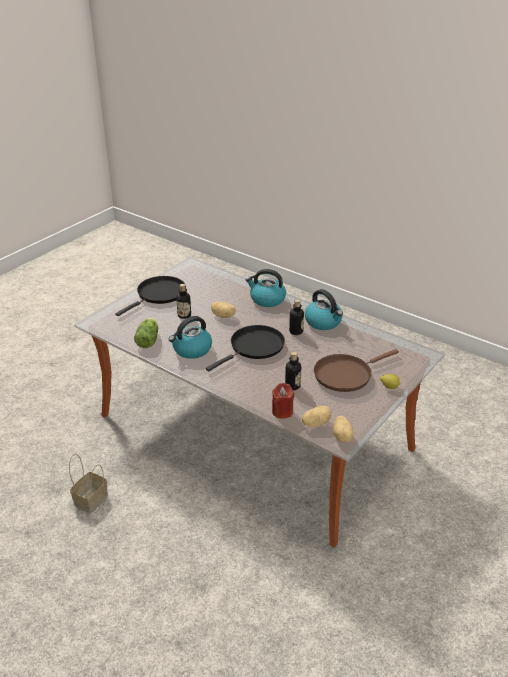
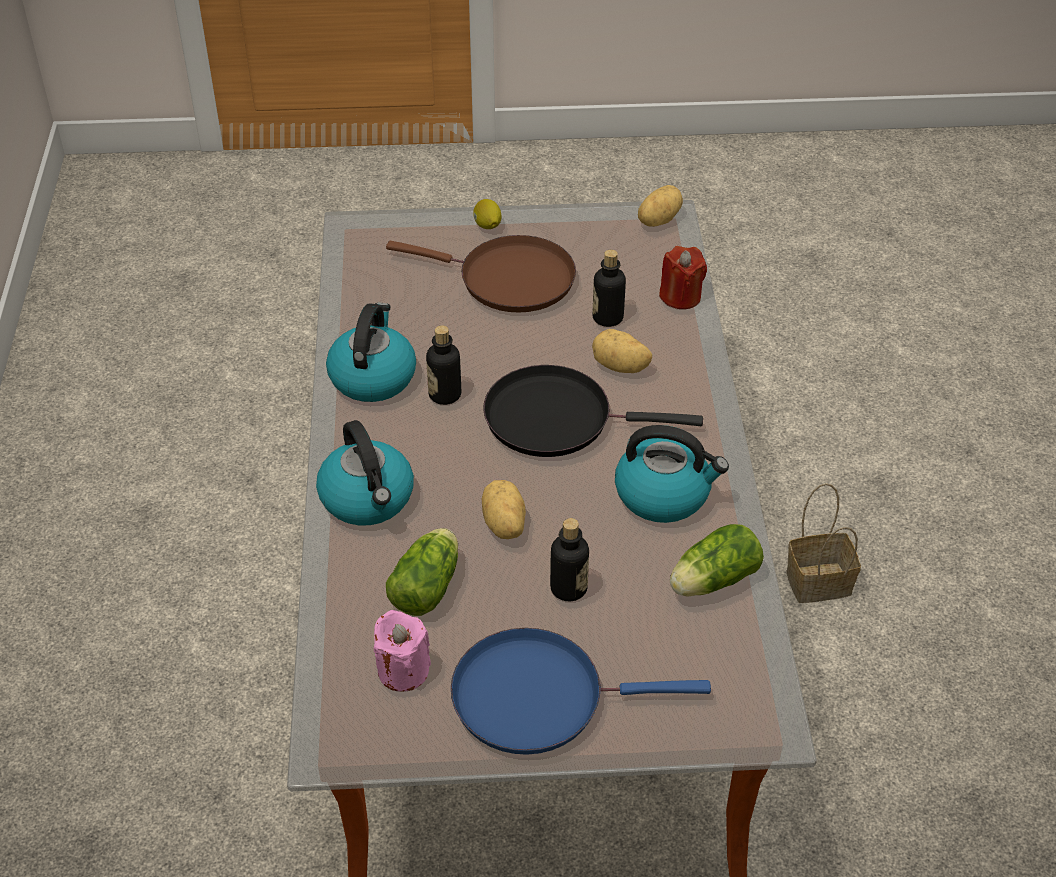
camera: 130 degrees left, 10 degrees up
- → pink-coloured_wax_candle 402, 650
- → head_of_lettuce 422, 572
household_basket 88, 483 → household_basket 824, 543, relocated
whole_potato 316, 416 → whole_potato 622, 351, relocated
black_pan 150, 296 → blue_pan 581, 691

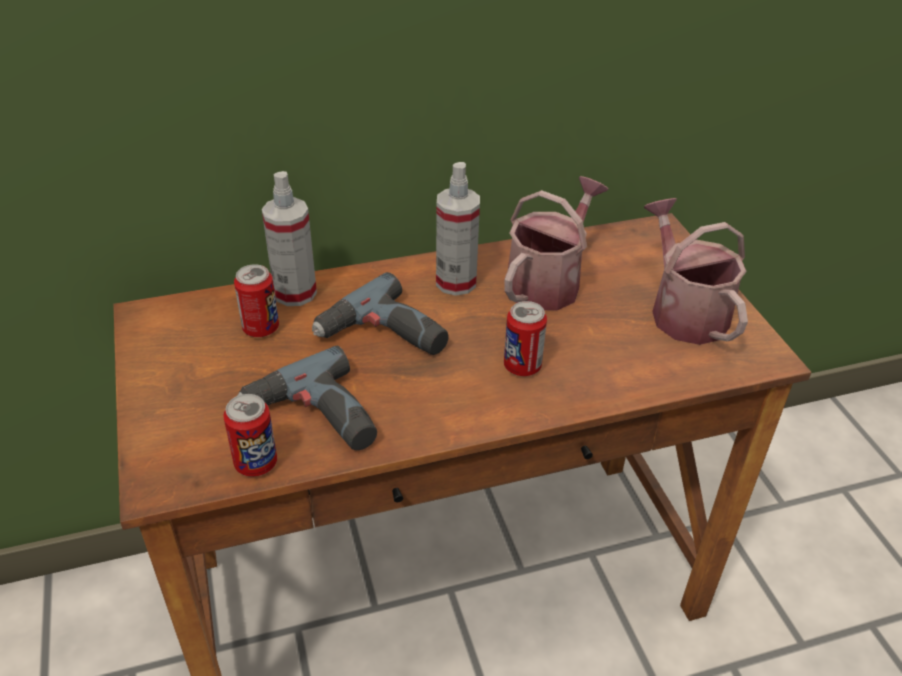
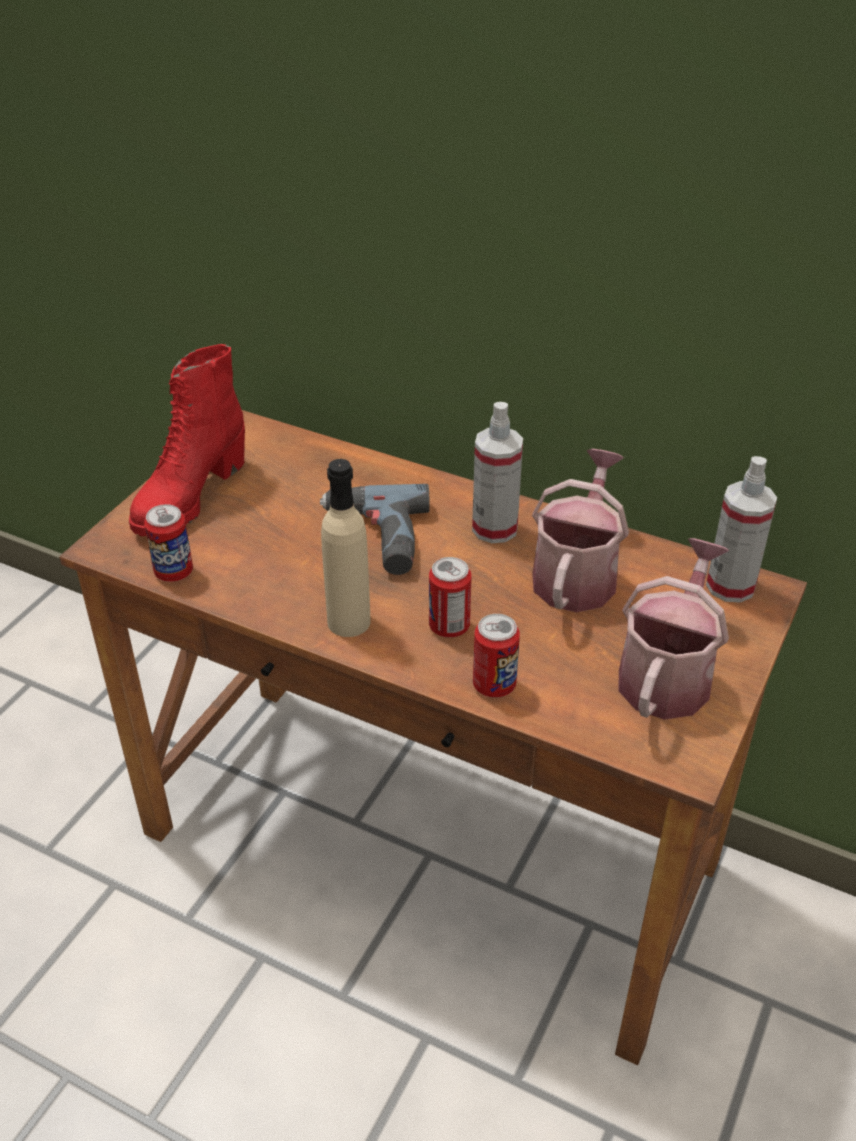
camera: 45 degrees right, 0 degrees up
power_drill 307, 398 → -
- → red_boot 187, 440
- → beige_bottle 346, 548
metal_can 256, 300 → metal_can 496, 656, relocated
hand_sprayer 289, 238 → hand_sprayer 741, 529, relocated
watering_can 556, 243 → watering_can 580, 530, 60 degrees counterclockwise

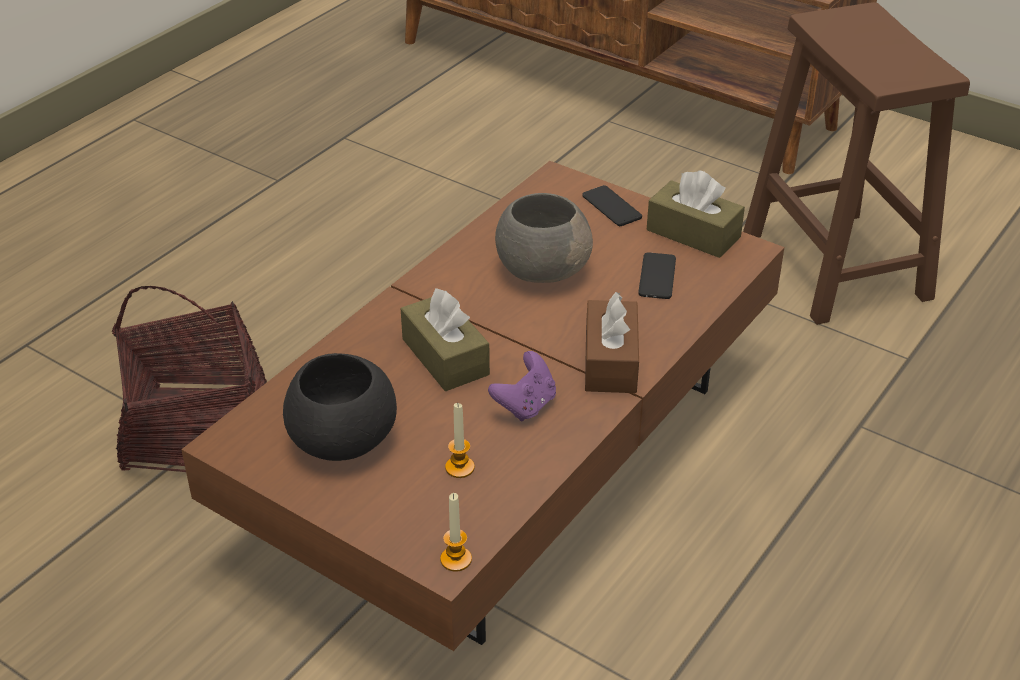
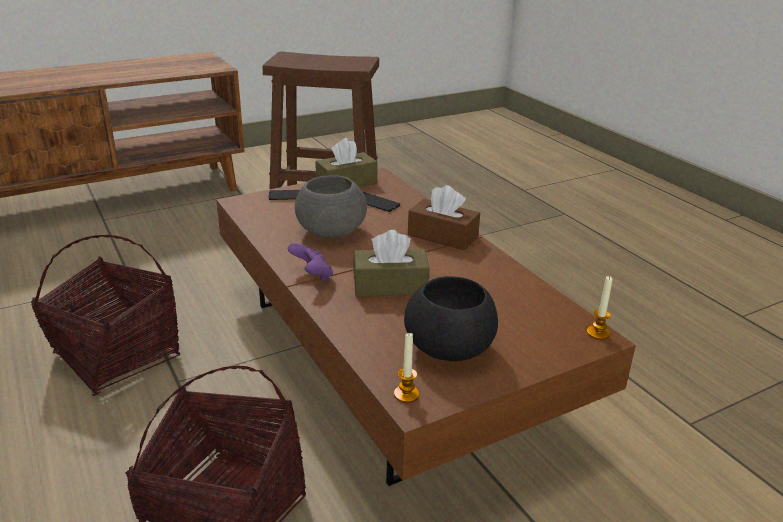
camera: 65 degrees left, 10 degrees down
- → household_basket 105, 315
wax_candle 460, 440 → wax_candle 406, 368, relocated
purplish_joypad 522, 386 → purplish_joypad 310, 262, relocated

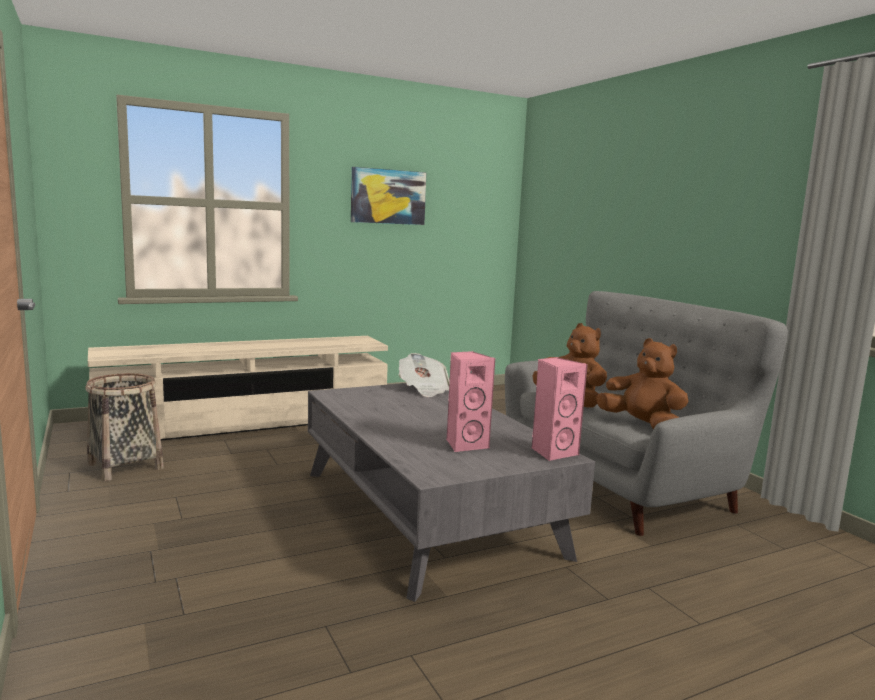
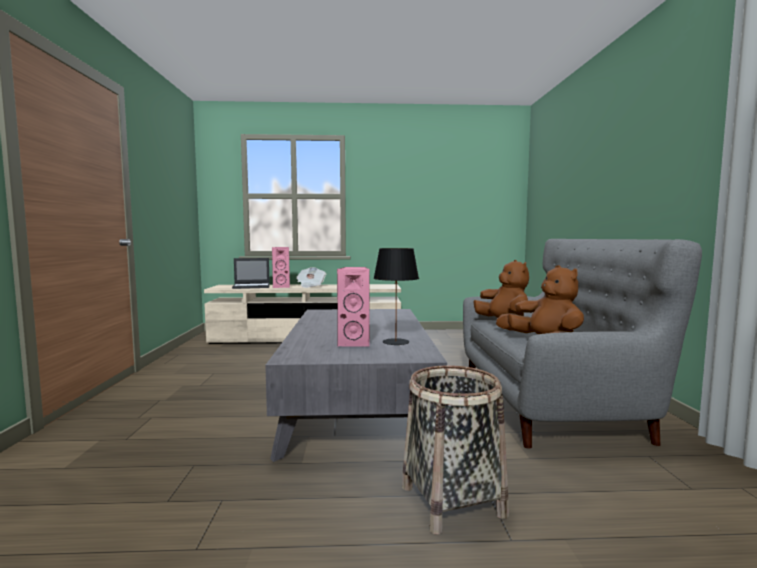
camera: 25 degrees right, 5 degrees down
wall_art 388, 196 → -
- → laptop 251, 273
- → black_lamp_for_a_table 396, 296
household_basket 124, 427 → household_basket 455, 449, relocated
printed_paper 424, 375 → printed_paper 311, 277, relocated
pink-coloured_loudspeaker 559, 409 → pink-coloured_loudspeaker 281, 267, relocated

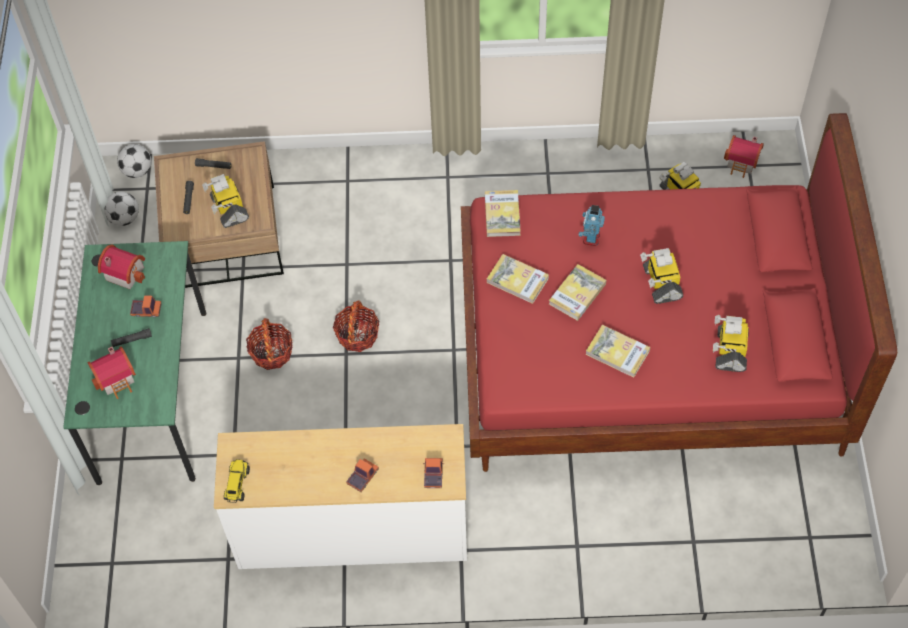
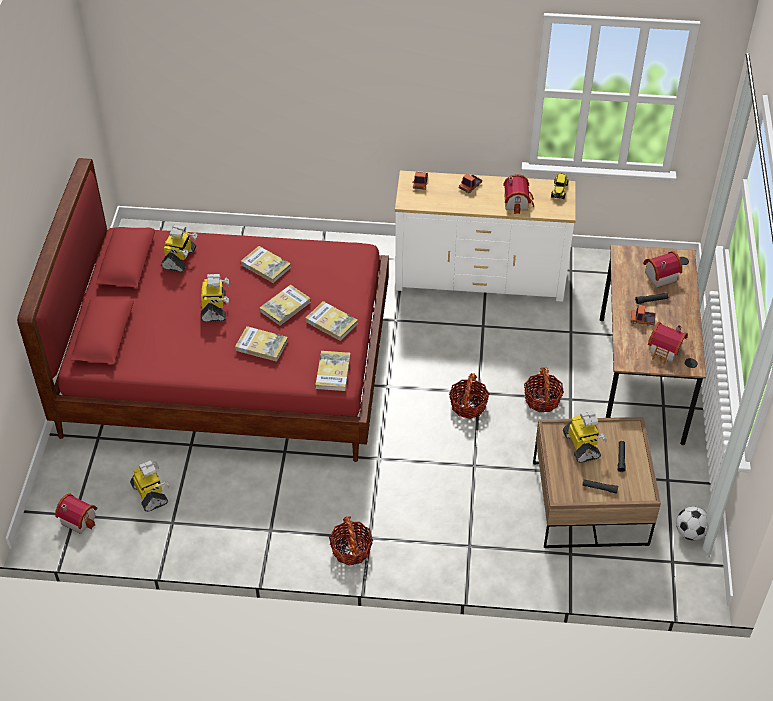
camera: 175 degrees left, 10 degrees down
football_ball 134, 161 → -
- → household_basket 351, 541
- → miniature_house 518, 194
toy_robot 591, 225 → bound_book 261, 344
greenish_desk 134, 363 → brown_desk 652, 345

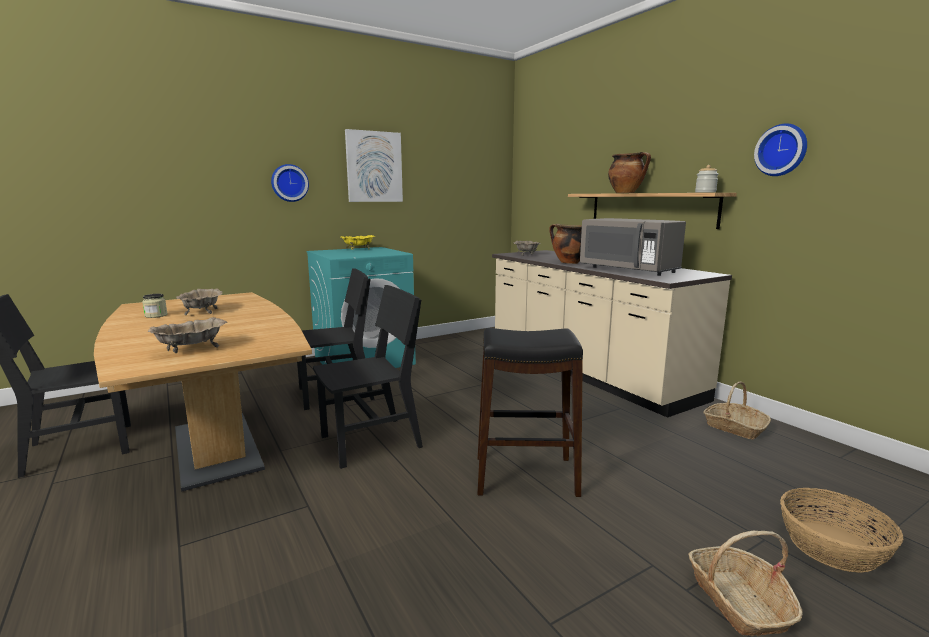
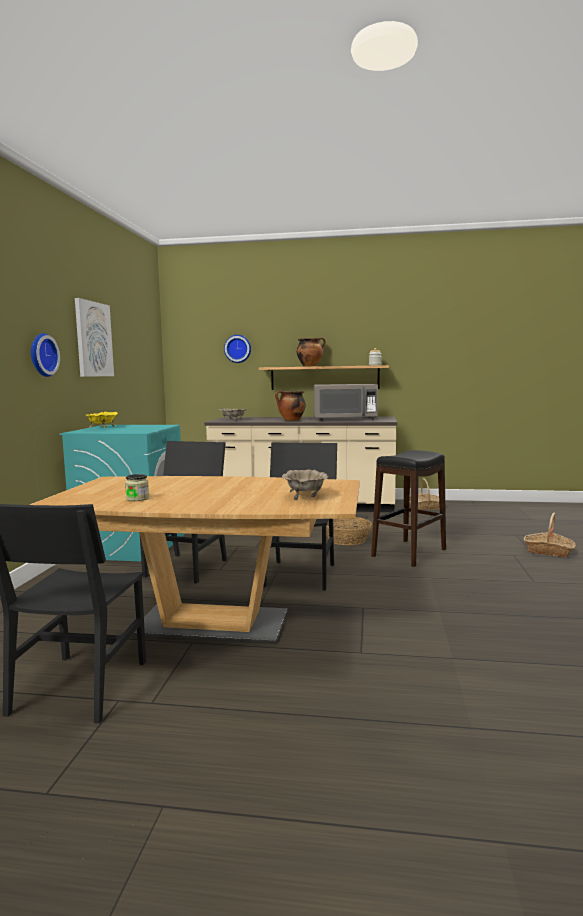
camera: 50 degrees left, 5 degrees down
beige_serving_bowl 199, 302 → -
clock_on_the_wall 780, 149 → clock_on_the_wall 237, 349, relocated
household_basket 842, 530 → household_basket 349, 531, relocated

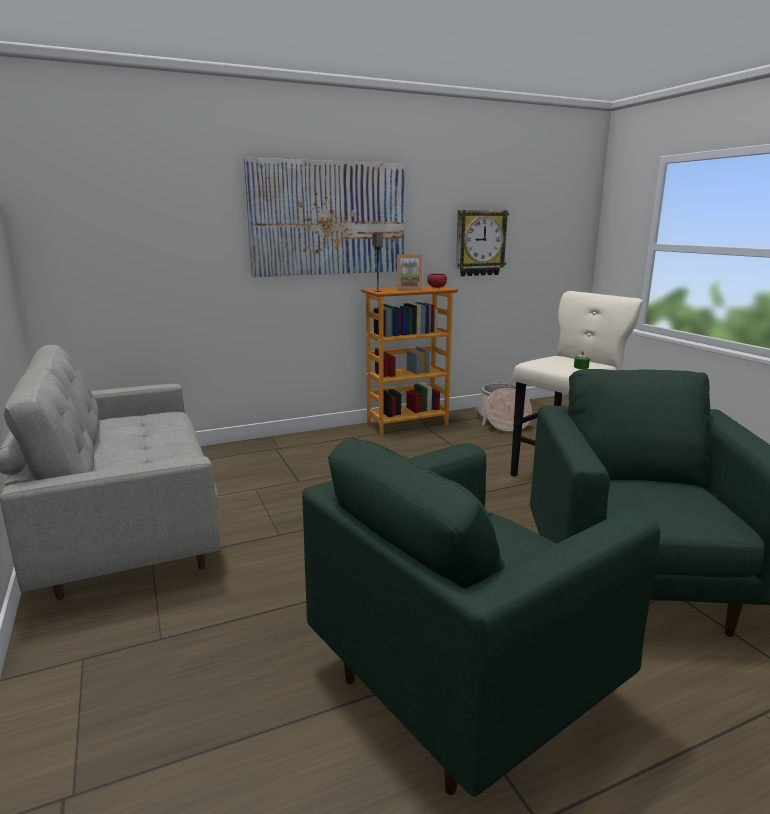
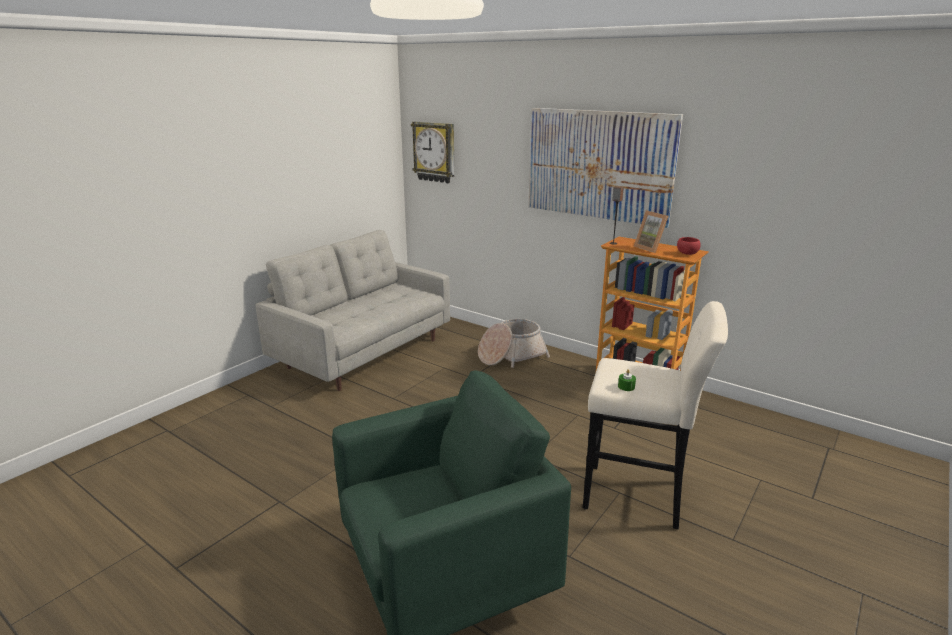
camera: 60 degrees right, 5 degrees up
greenish_lounge_chair 481, 617 → -
clock_on_the_wall 482, 243 → clock_on_the_wall 432, 152, relocated
household_basket 503, 407 → household_basket 514, 343, relocated

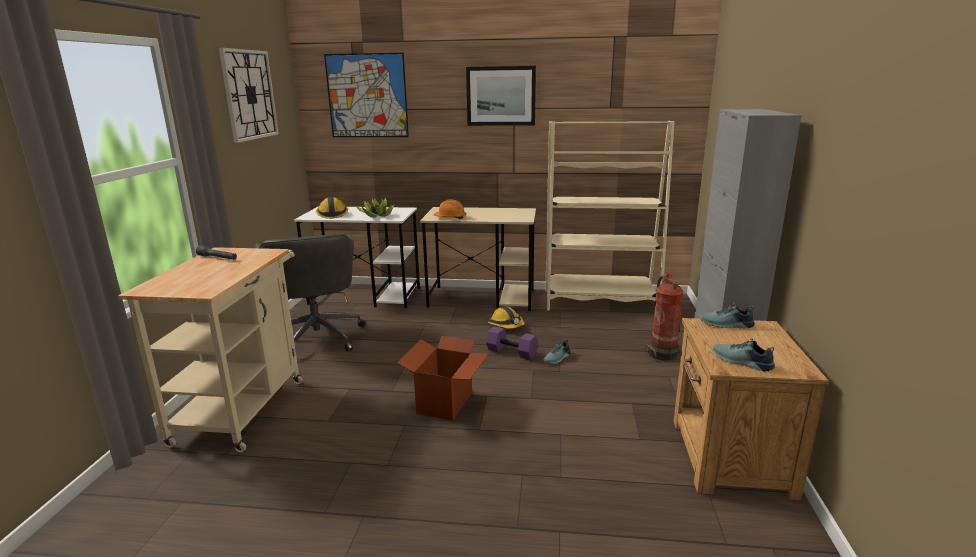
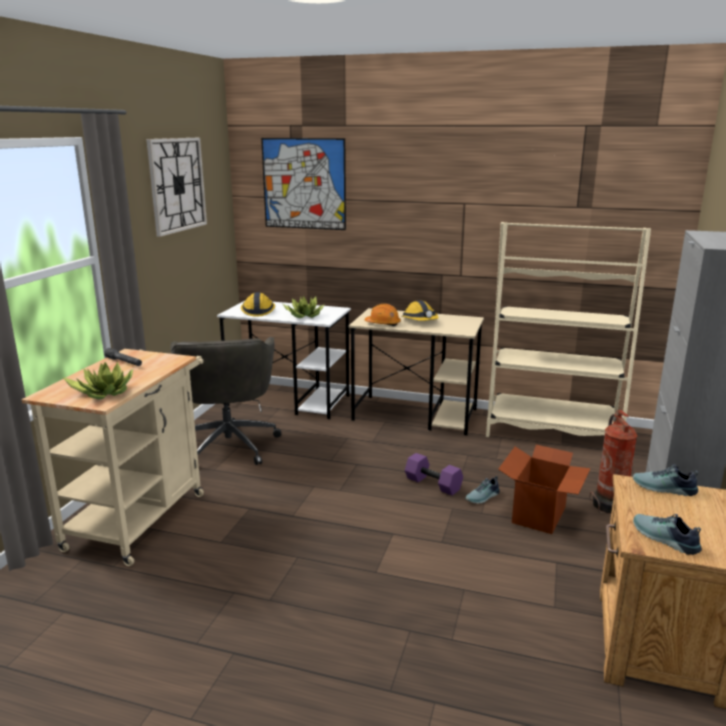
camera: 10 degrees right, 0 degrees up
wall_art 501, 96 → -
- → potted_plant 98, 380
cardboard_box 442, 378 → cardboard_box 544, 489, relocated
hard_hat 506, 317 → hard_hat 420, 310, relocated

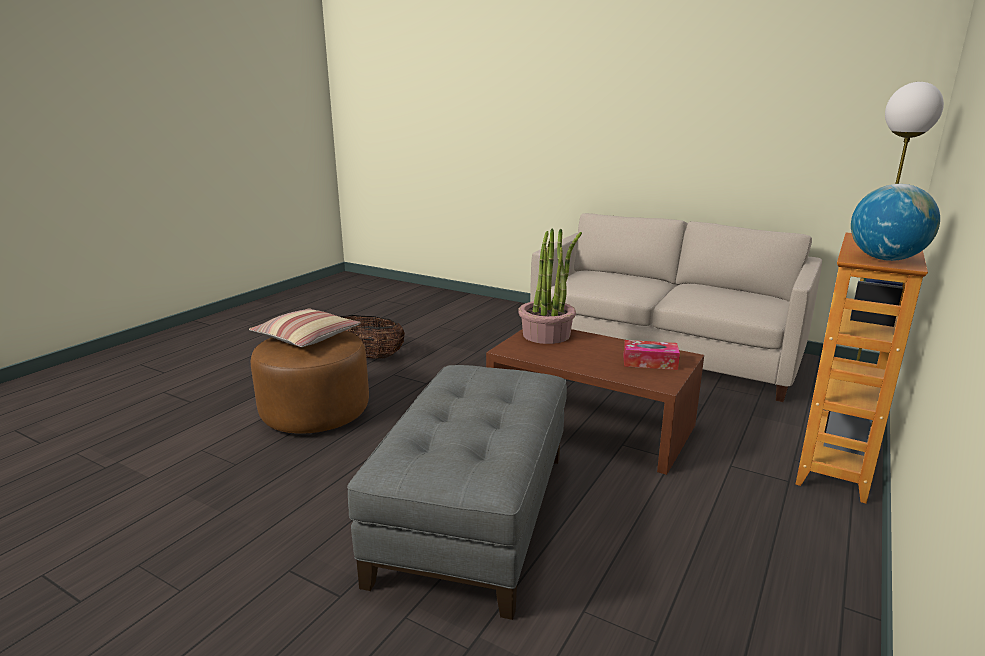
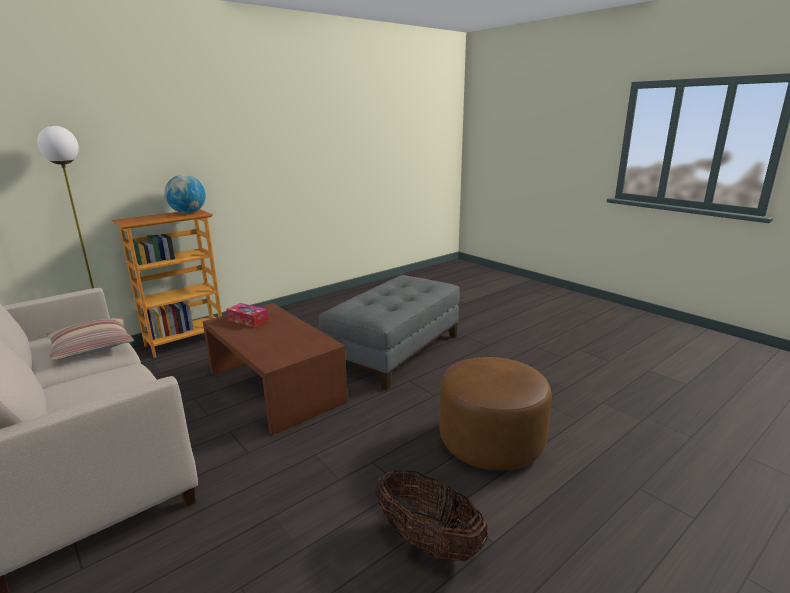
camera: 160 degrees left, 0 degrees up
potted_plant 550, 286 → -
pillow 305, 327 → pillow 90, 338, relocated

